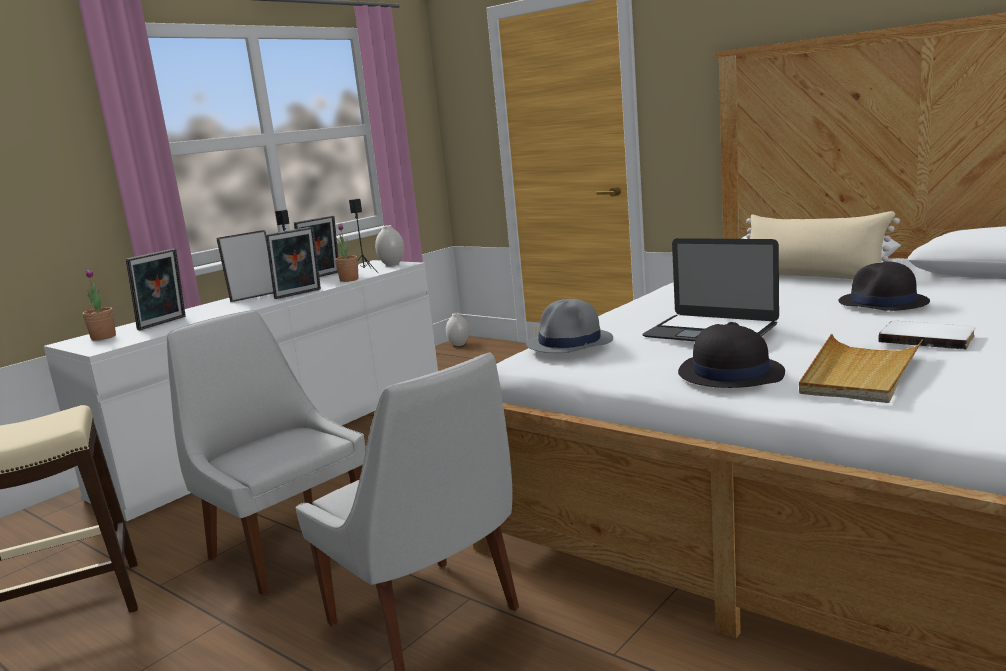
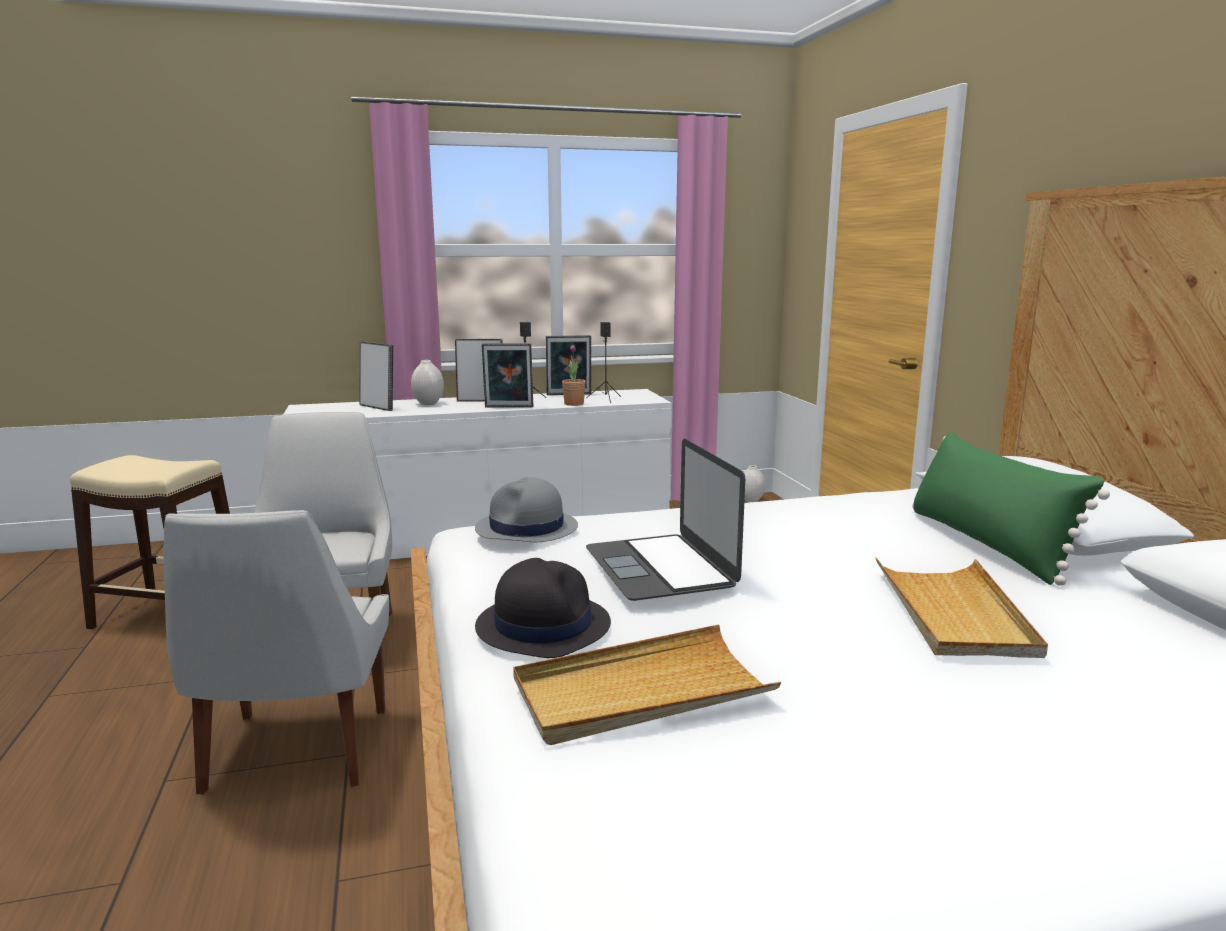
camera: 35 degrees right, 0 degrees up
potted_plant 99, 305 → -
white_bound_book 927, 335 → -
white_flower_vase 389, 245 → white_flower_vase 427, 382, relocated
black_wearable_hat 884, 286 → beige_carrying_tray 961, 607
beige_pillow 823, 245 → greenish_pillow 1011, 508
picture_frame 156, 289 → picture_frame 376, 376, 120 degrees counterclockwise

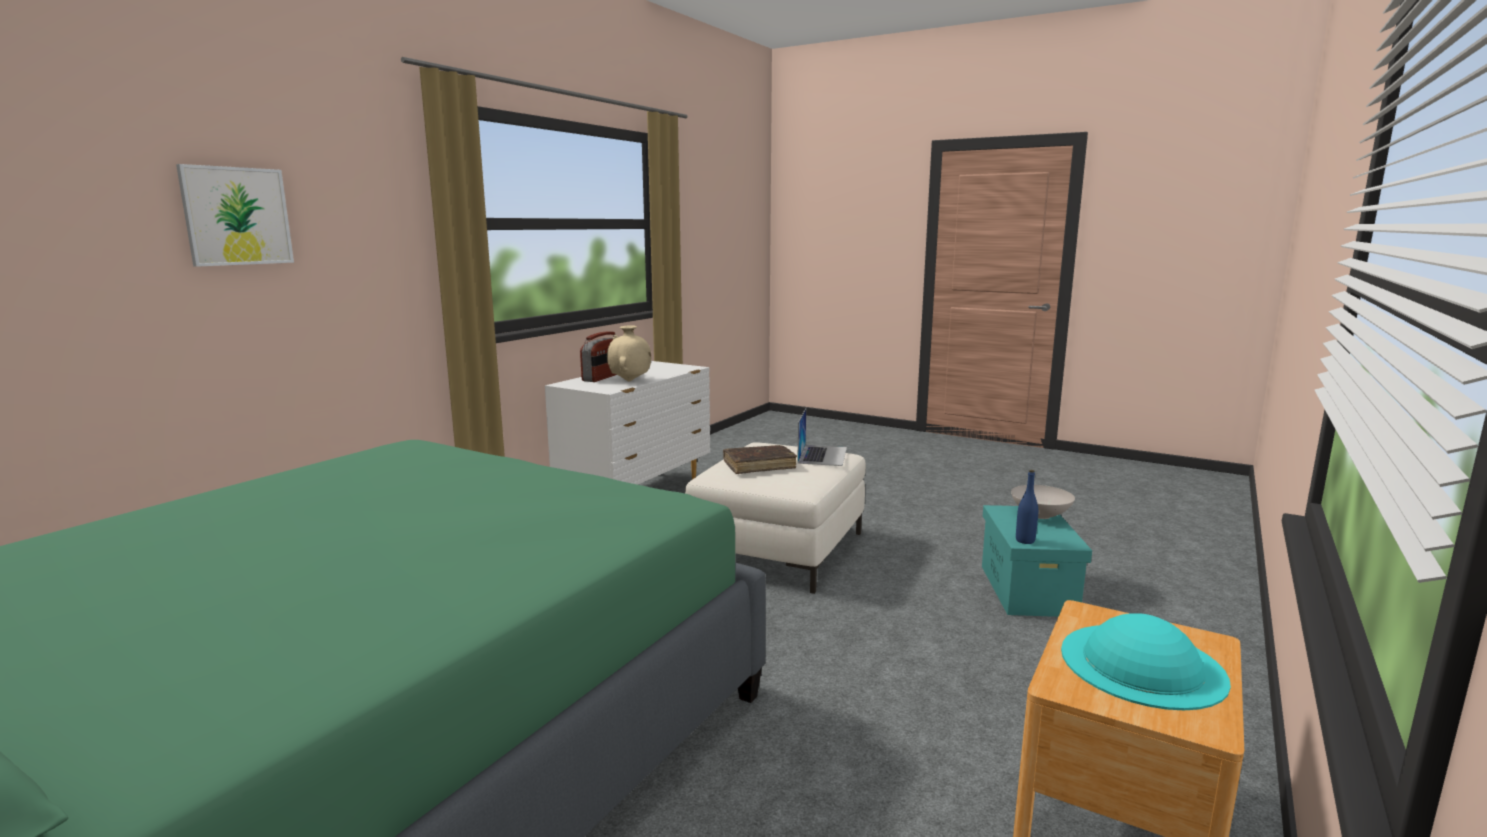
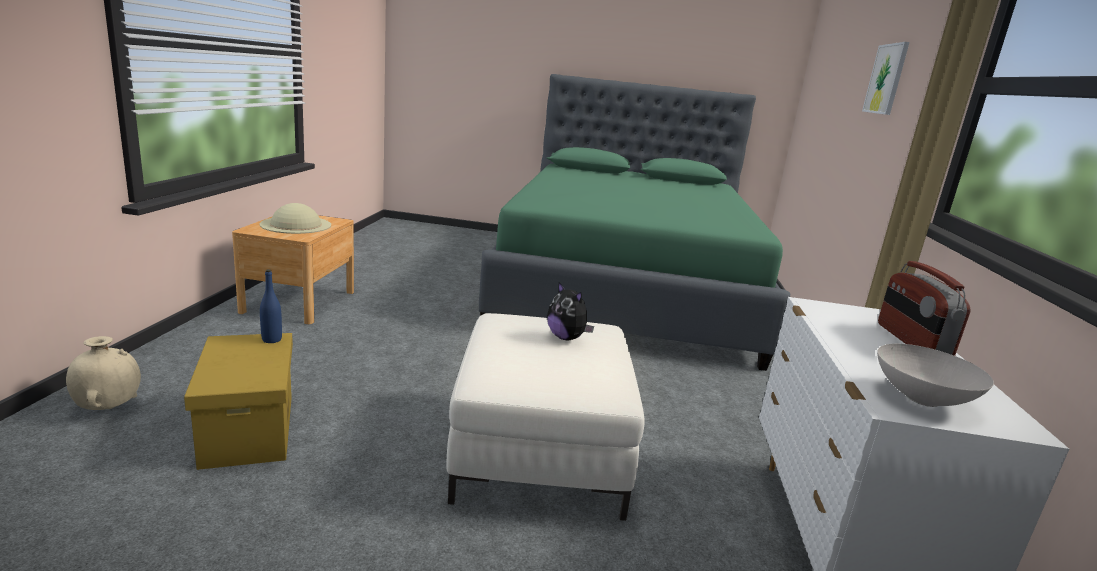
camera: 155 degrees right, 5 degrees up
laptop 822, 437 → -
beige_flower_vase 629, 354 → beige_flower_vase 103, 373, relocated
white_serving_bowl 1043, 502 → white_serving_bowl 935, 375, relocated
brown_bound_book 760, 459 → plush_toy 570, 311
turquoise-coloured_storage_bin 1037, 561 → yellow_storage_bin 238, 401
turquoise-coloured_wearable_hat 1146, 661 → beige_wearable_hat 295, 218

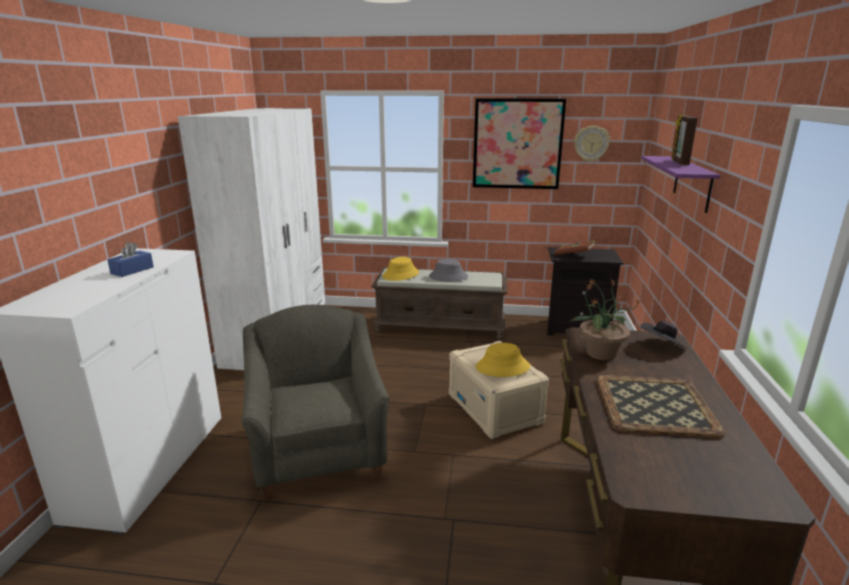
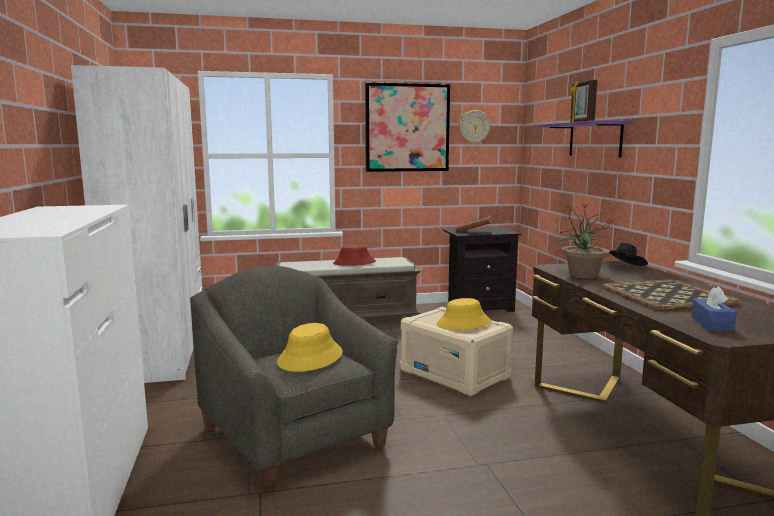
camera: 20 degrees left, 10 degrees down
blue_tissue_holder 130, 259 → blue_tissue_holder 714, 309, relocated
yellow_wearable_hat 400, 269 → yellow_wearable_hat 310, 347, relocated
greyish_wearable_hat 448, 270 → red_wearable_hat 354, 255

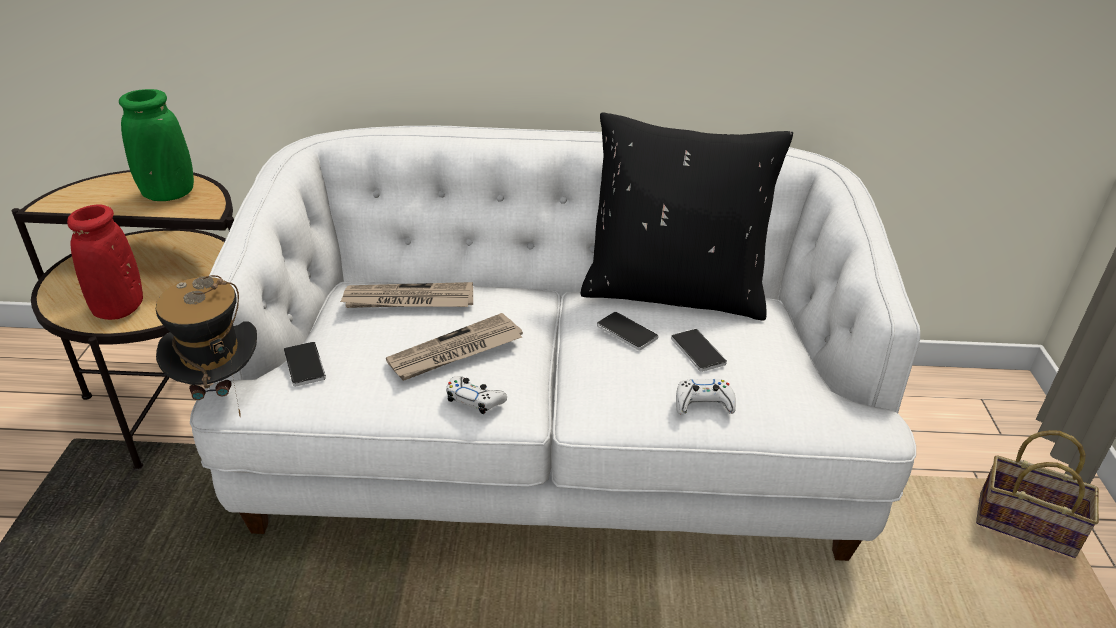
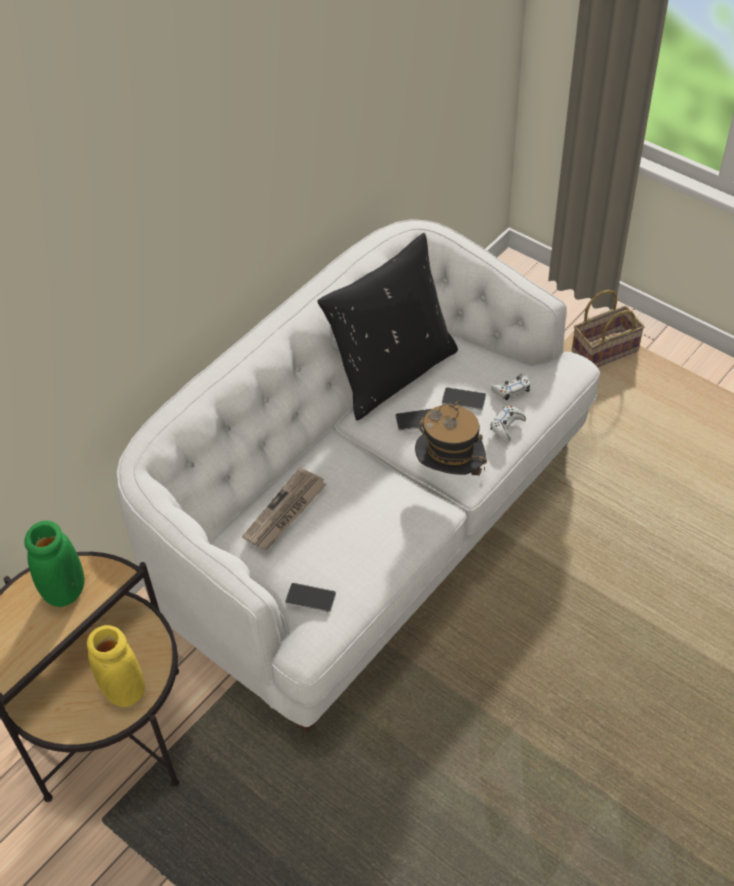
camera: 50 degrees left, 15 degrees up
printed_paper 454, 347 → -
wearable_hat 206, 346 → wearable_hat 451, 438, relocated
white_joypad 476, 395 → white_joypad 510, 387, relocated
red_flower_vase 105, 262 → yellow_flower_vase 116, 666

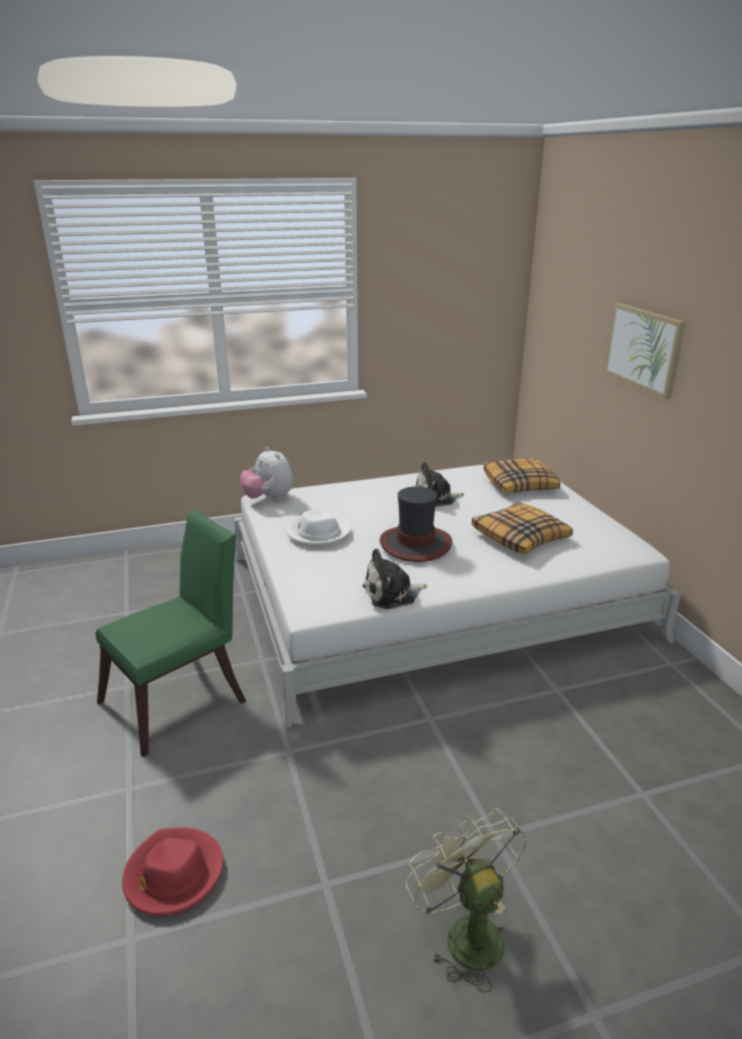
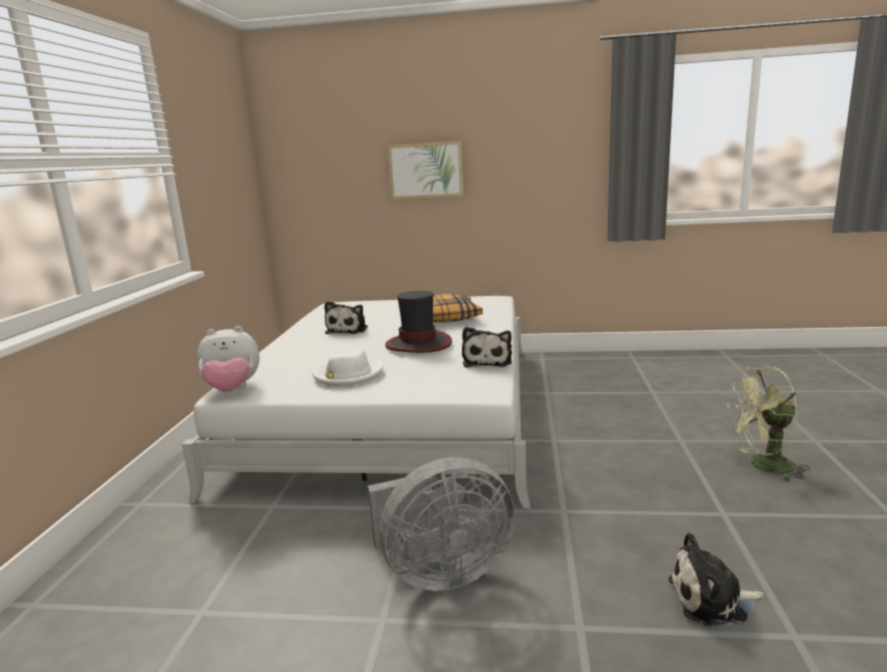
camera: 65 degrees left, 10 degrees down
pillow 522, 475 → -
greenish_upright_chair 170, 632 → greyish_fan 441, 524
red_wearable_hat 172, 871 → plush_toy 716, 579

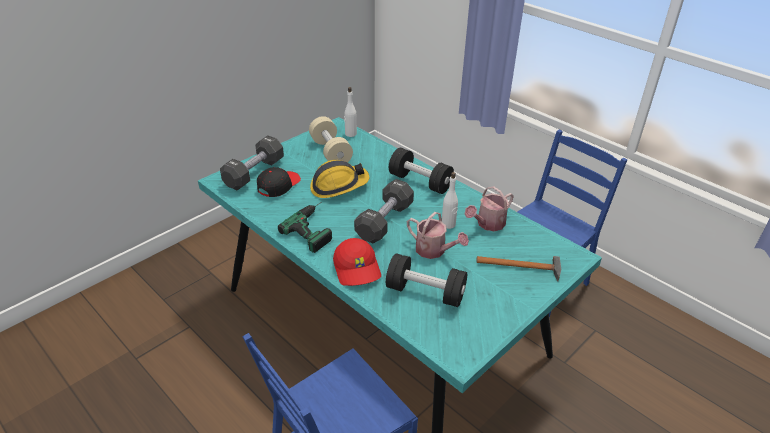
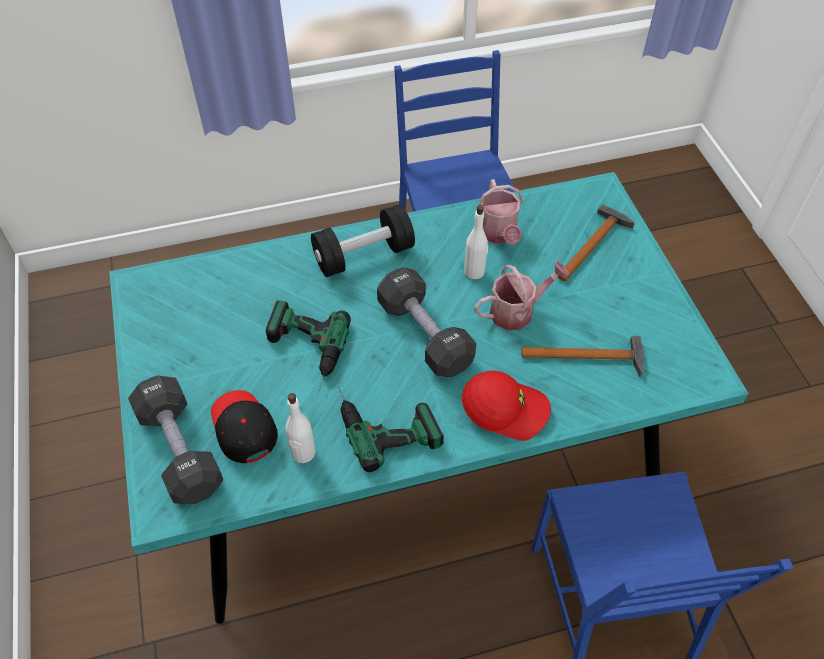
camera: 60 degrees left, 15 degrees up
beige_dumbbell 331, 139 → -
white_bottle 350, 112 → white_bottle 300, 428, relocated
hard_hat 339, 179 → power_drill 308, 345
black_dumbbell 426, 280 → hammer 583, 356

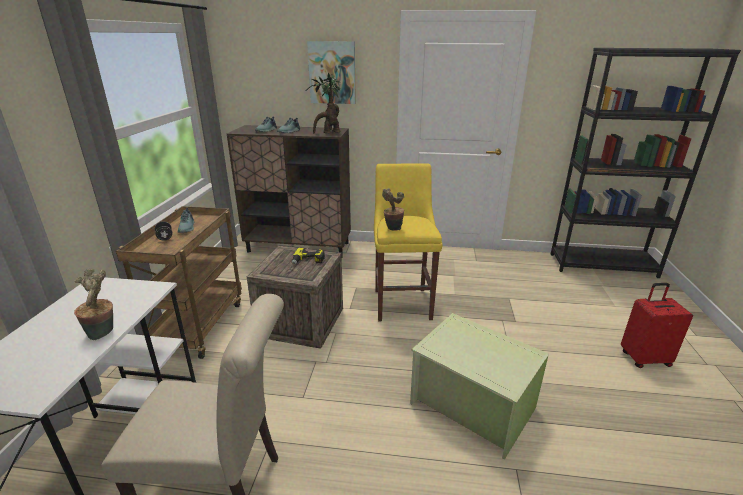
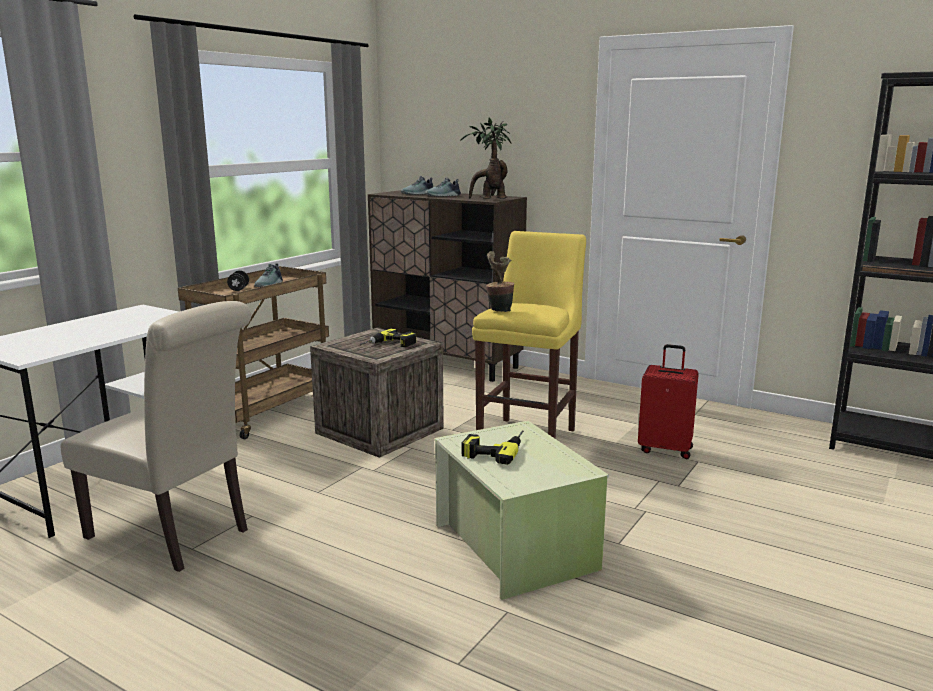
camera: 25 degrees right, 10 degrees down
potted_plant 93, 304 → -
wall_art 331, 72 → -
- → power_drill 493, 447
red_suitcase 657, 325 → red_suitcase 668, 401, relocated

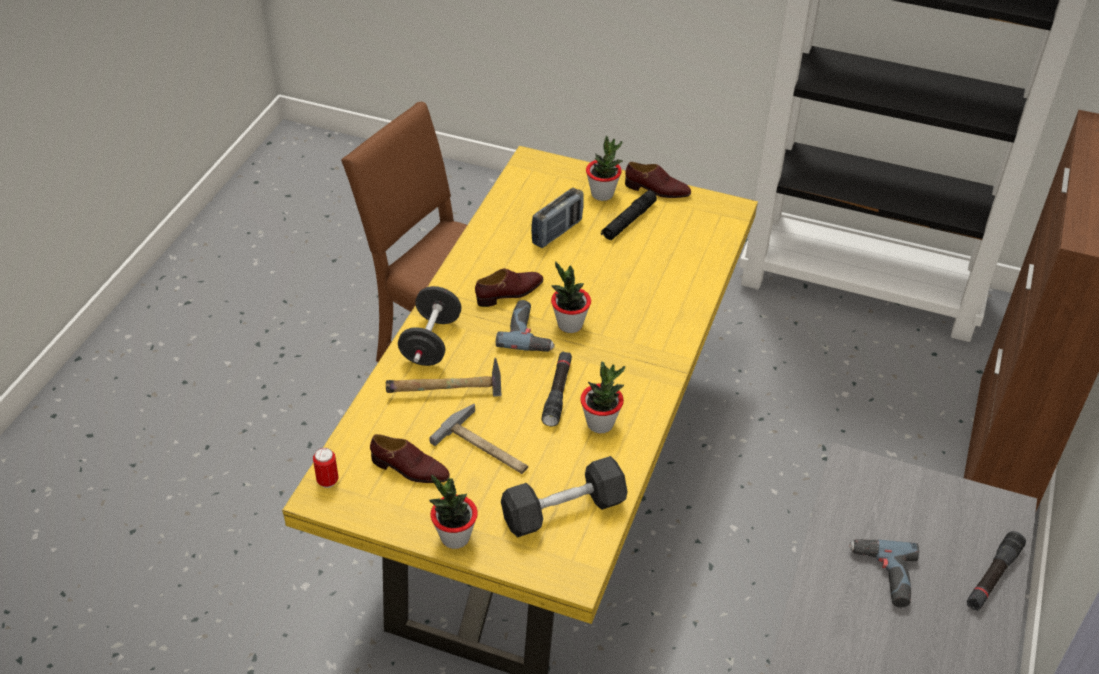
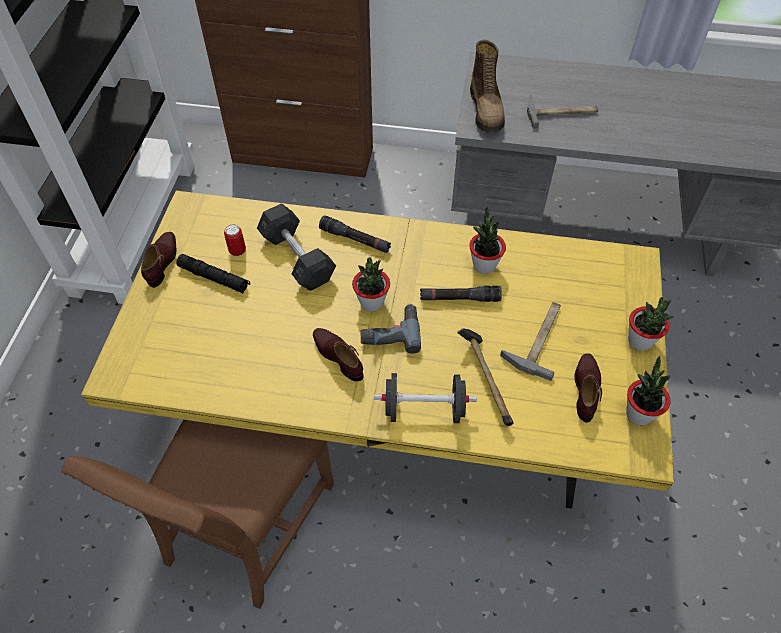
camera: 100 degrees left, 10 degrees up
radio_set 557, 218 → -
- → boot 487, 86
metal_can 326, 468 → metal_can 235, 240, relocated
greyish_dumbbell 564, 496 → greyish_dumbbell 296, 247, relocated
potted_plant 604, 168 → potted_plant 648, 390, relocated
black_hand_torch 996, 571 → black_hand_torch 355, 234, relocated
power_drill 884, 573 → hammer 562, 111

